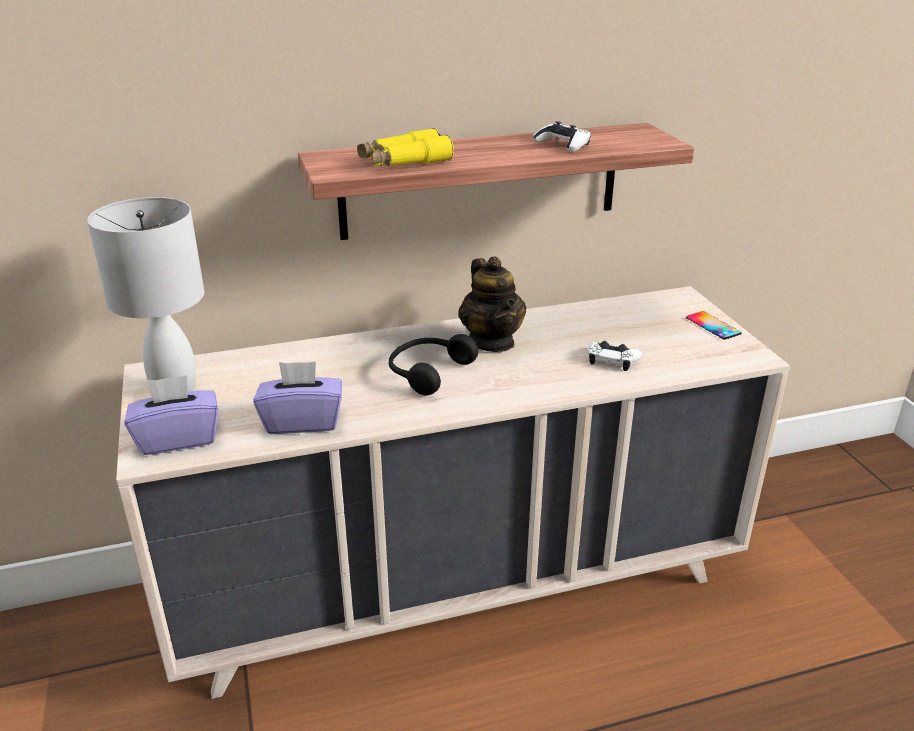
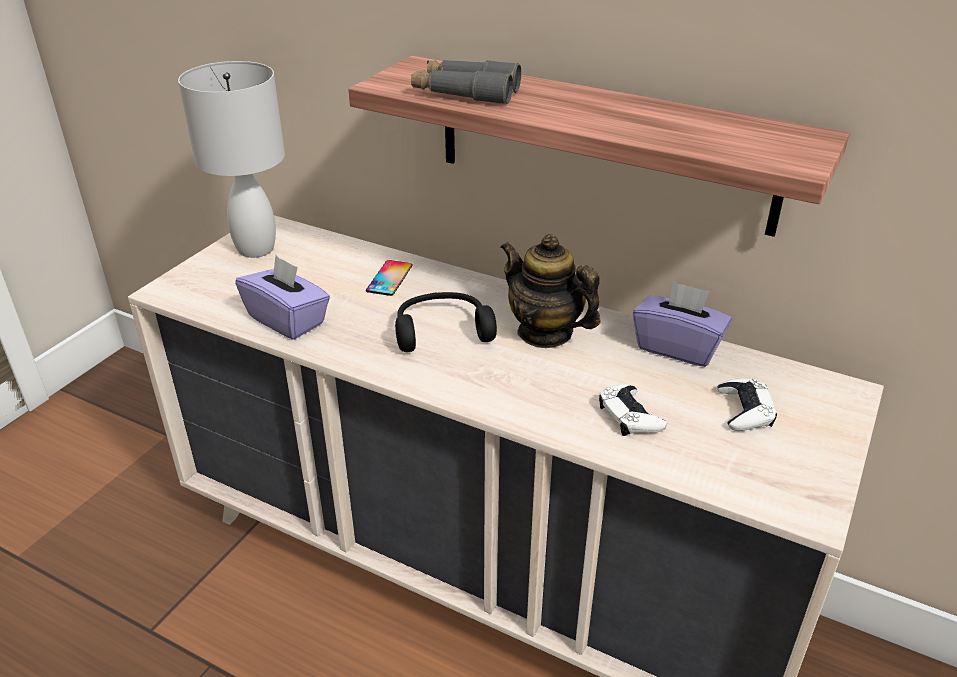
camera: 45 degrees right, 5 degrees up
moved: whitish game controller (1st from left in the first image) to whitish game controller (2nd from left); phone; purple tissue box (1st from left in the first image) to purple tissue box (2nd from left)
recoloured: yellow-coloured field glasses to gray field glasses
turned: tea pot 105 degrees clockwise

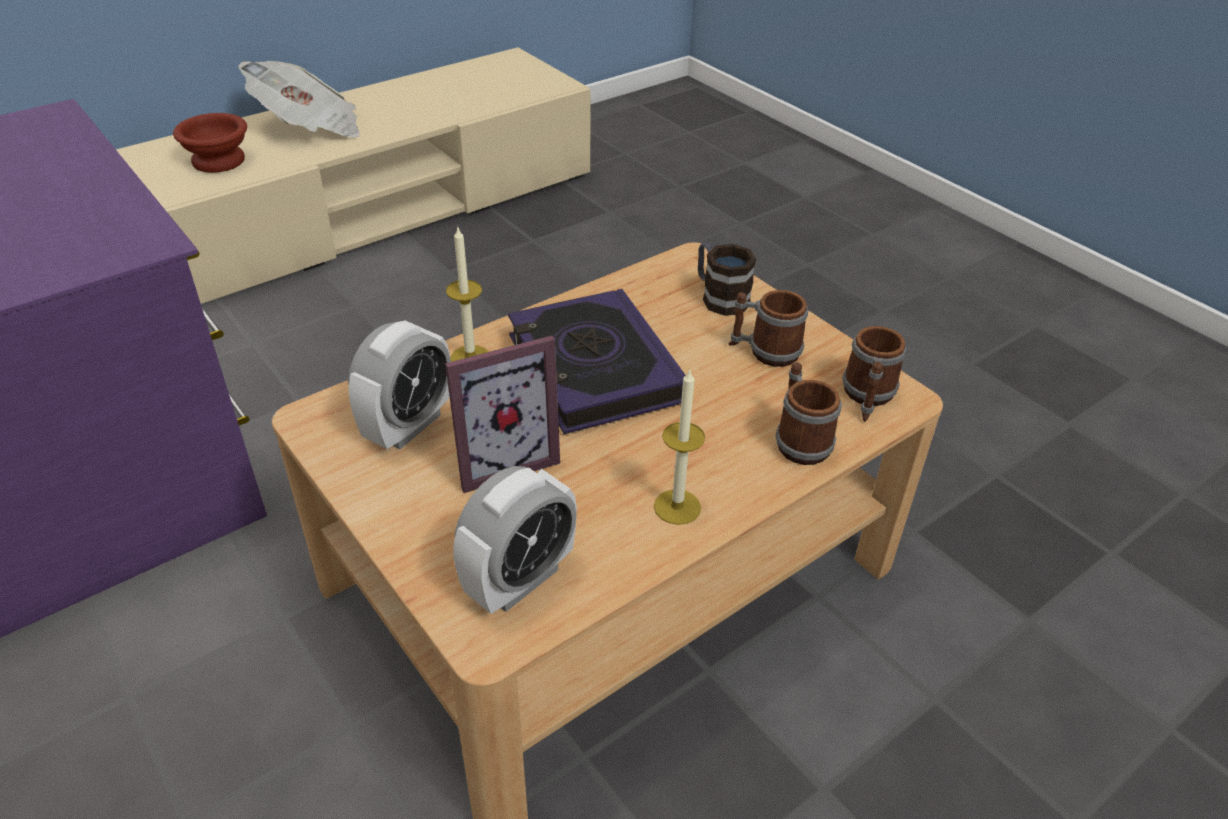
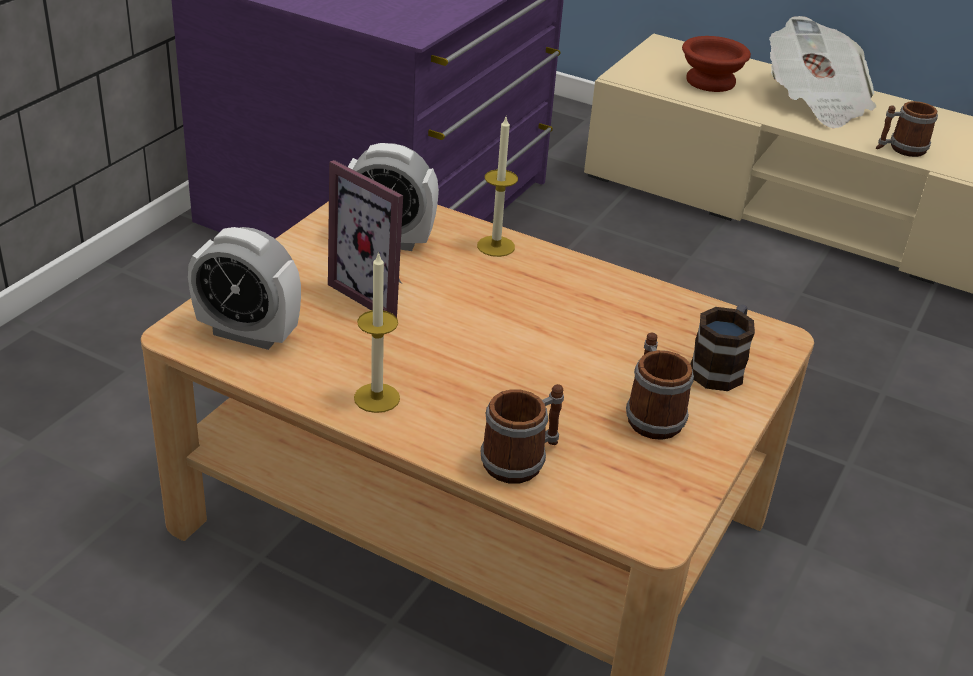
camera: 65 degrees right, 5 degrees down
removed: bound book
moved: tea mug (4th from left)

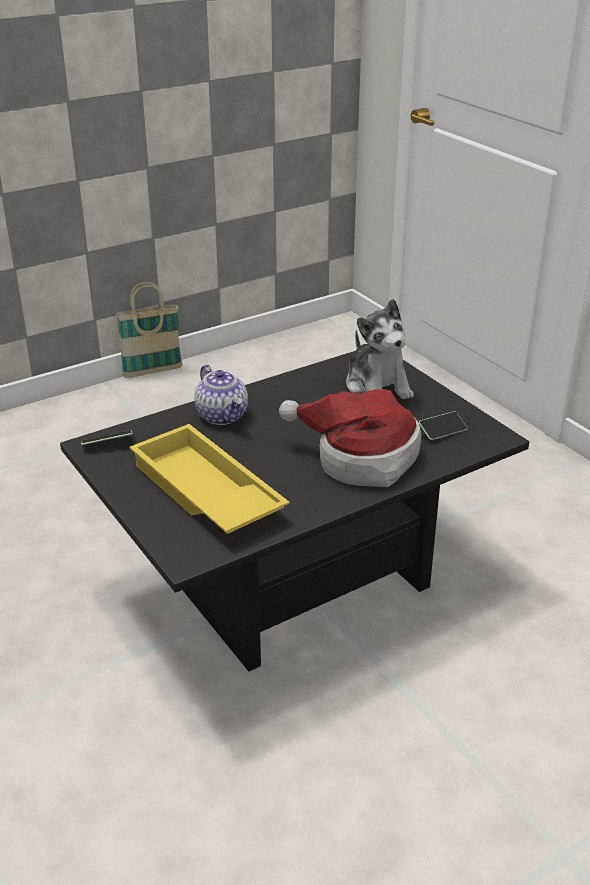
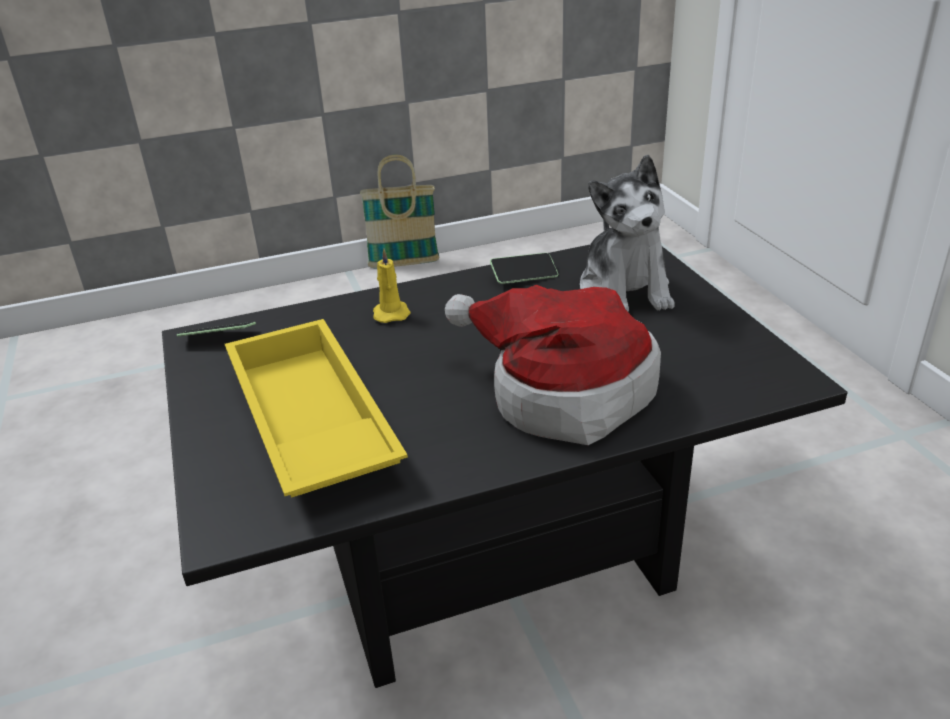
camera: 15 degrees right, 0 degrees up
moved: phone (2nd from left)
replaced: tea pot to yellow-coloured wax candle

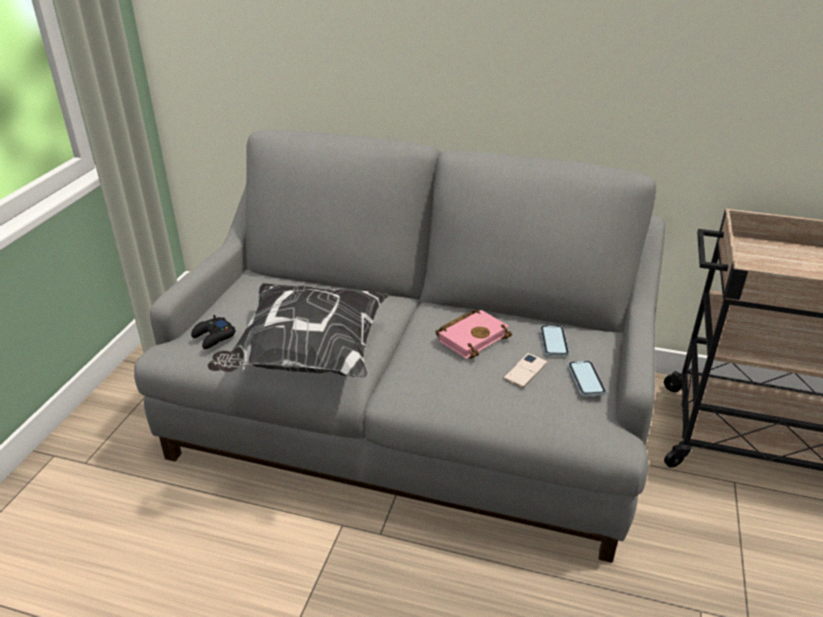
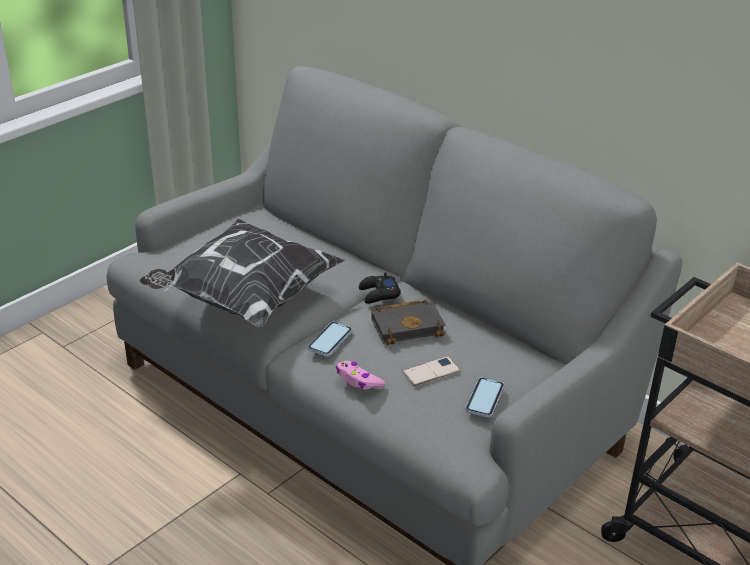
camera: 25 degrees right, 0 degrees up
added: pink-coloured game controller
moved: black-coloured game controller; phone (2nd from left in the first image) to phone (1st from left)
recoloured: pink-coloured bound book to black-coloured bound book

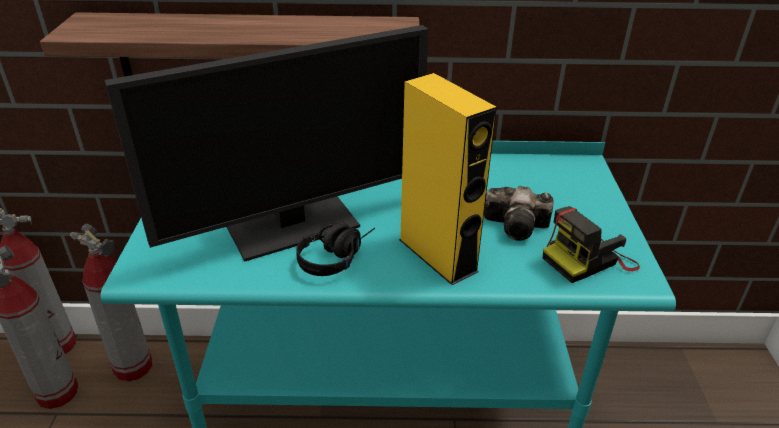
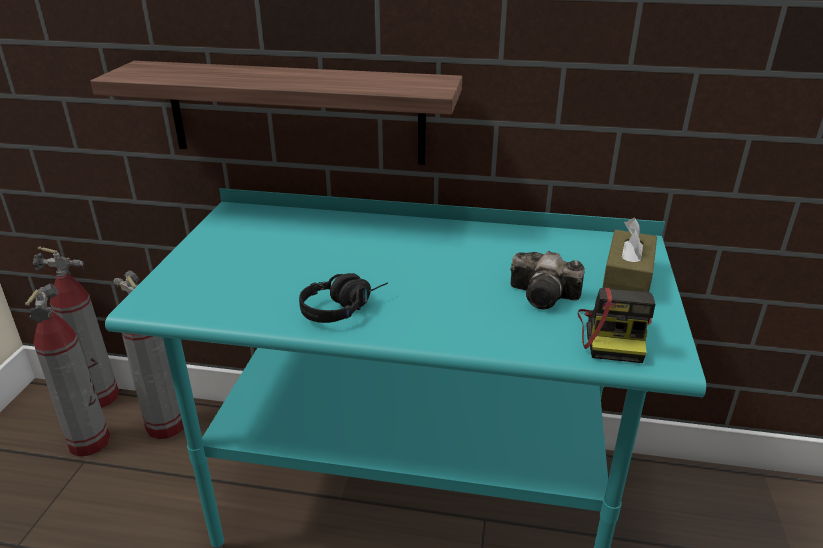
camera: 10 degrees right, 5 degrees down
removed: computer screen; yellow-coloured loudspeaker
added: brown-coloured tissue box
turned: still camera (2nd from left) 60 degrees counterclockwise

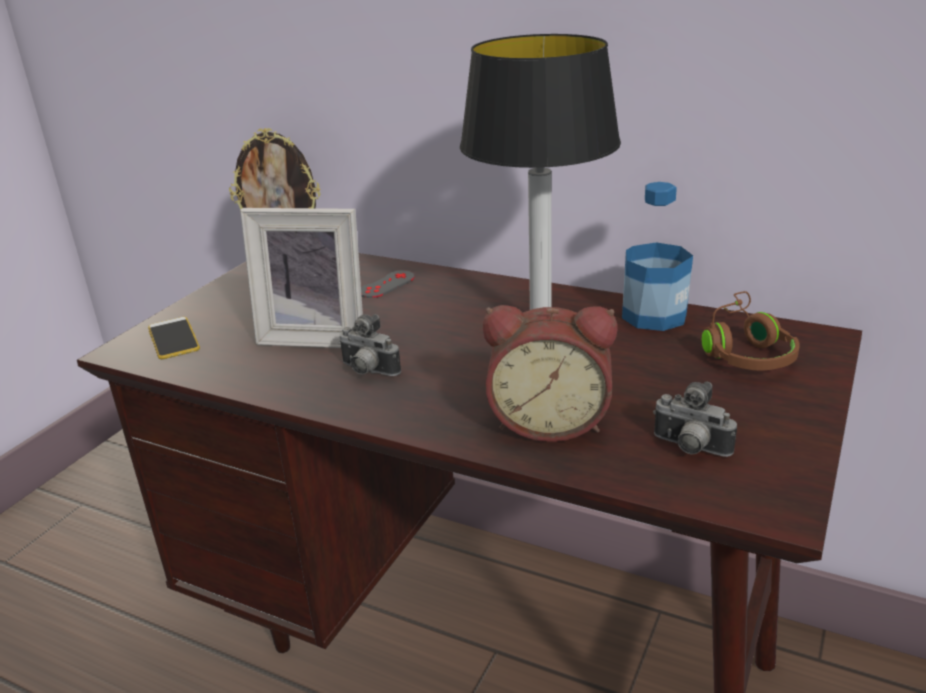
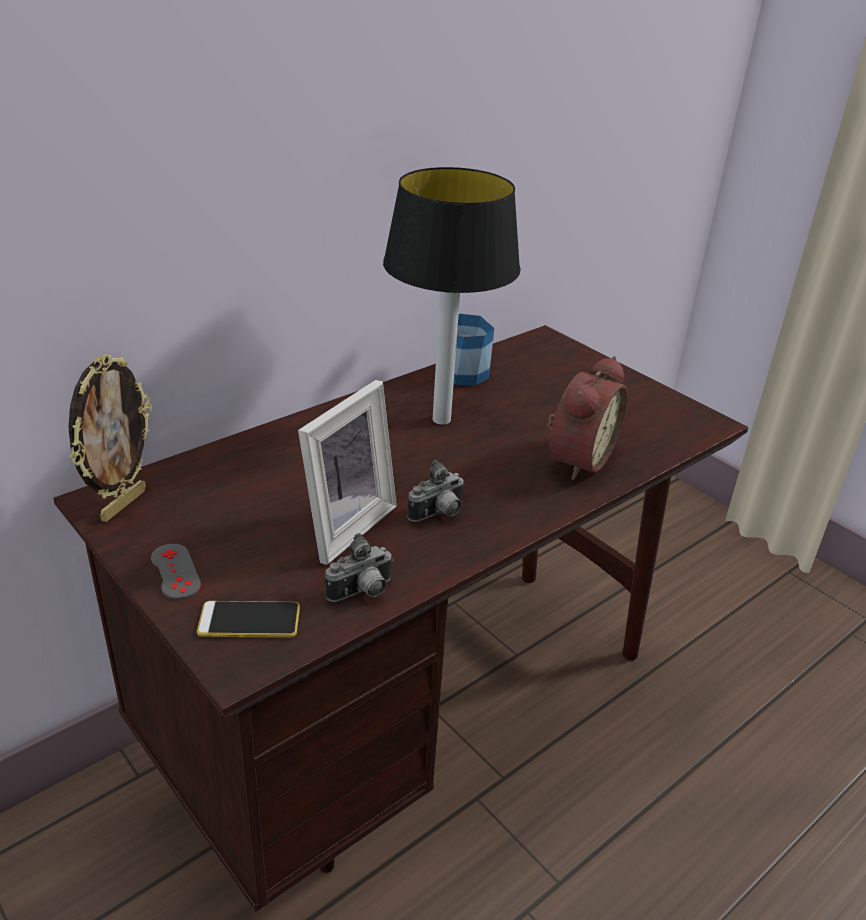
camera: 70 degrees left, 5 degrees up
removed: brown-coloured pair of headphones
moved: gray game controller; still camera (2nd from left in the first image) to still camera (1st from left)

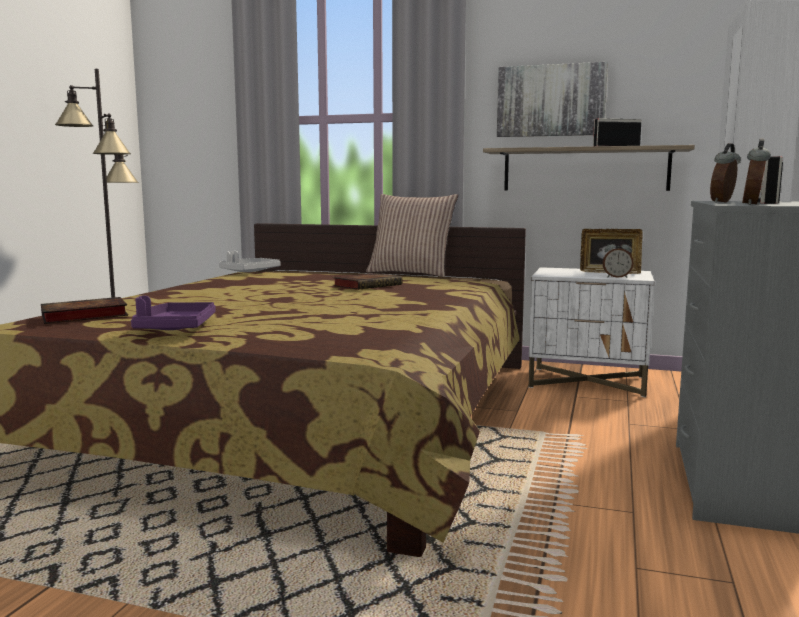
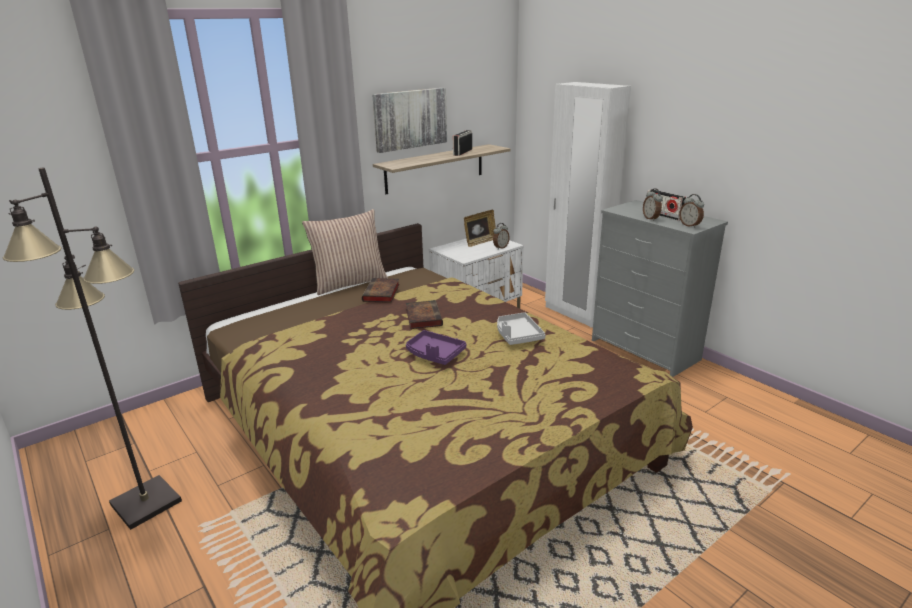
camera: 55 degrees left, 15 degrees up
moved: gray serving tray; purple serving tray; bound book (1st from left)

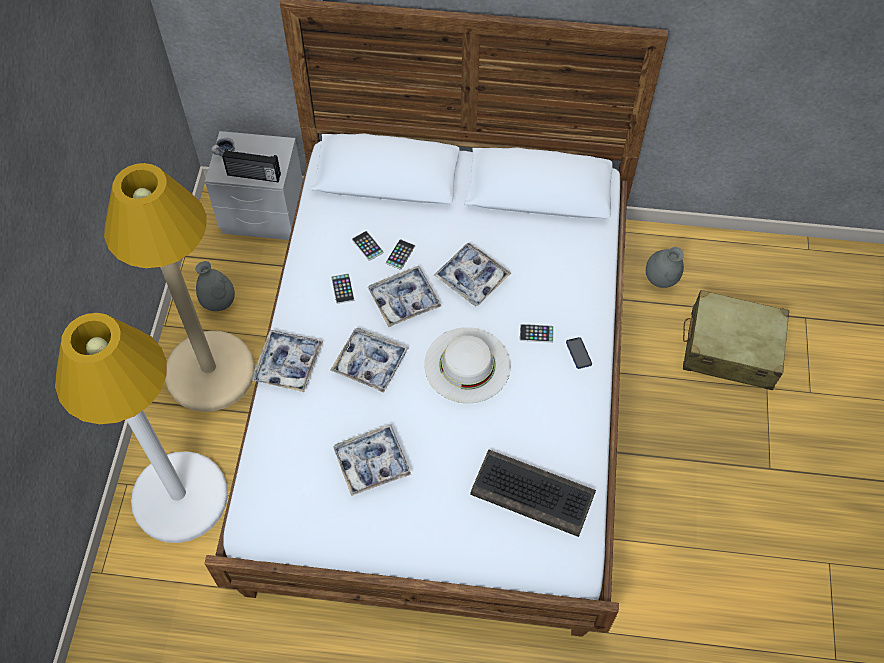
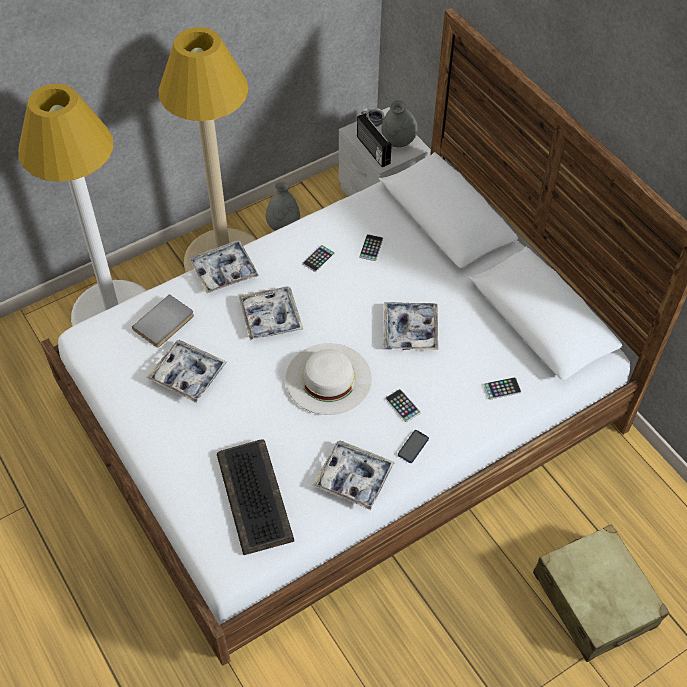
camera: 50 degrees right, 5 degrees down
added: gray bound book
moved: phone (3rd from left in the first image) to phone (5th from left); gray vase (2nd from left); serving tray (4th from left)

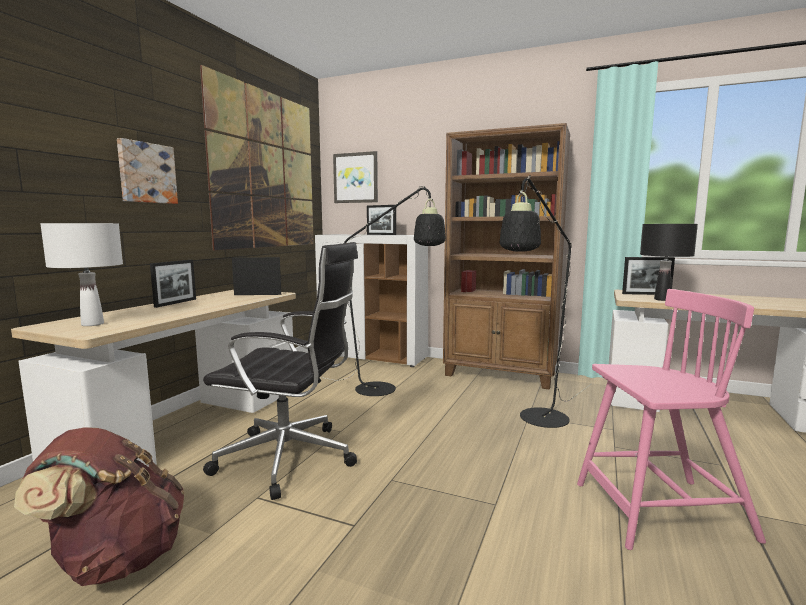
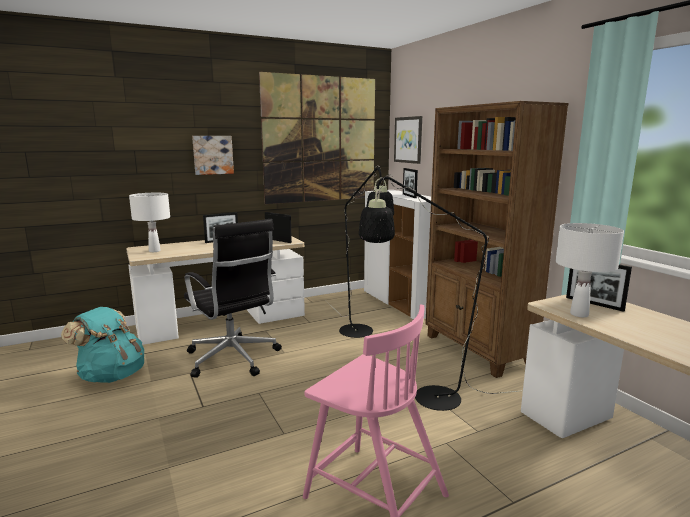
camera: 40 degrees right, 5 degrees up
recoloured: black-coloured table lamp to whitish table lamp (2nd from left); brown-coloured knapsack to blue-green knapsack

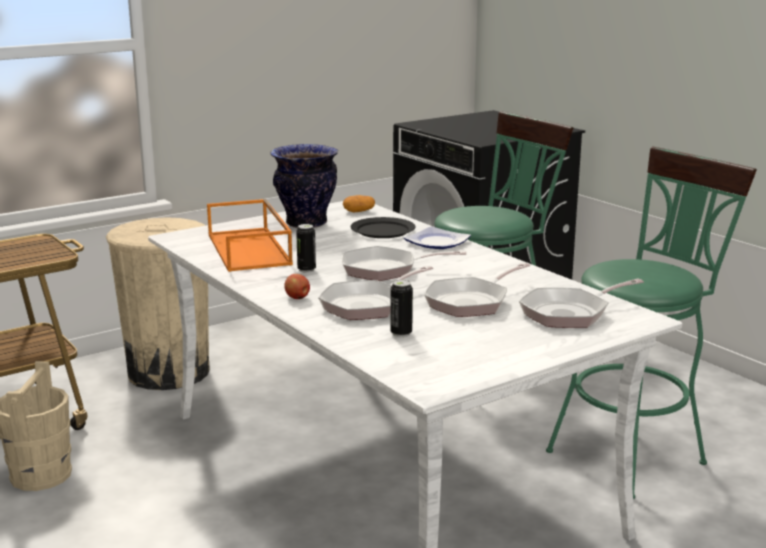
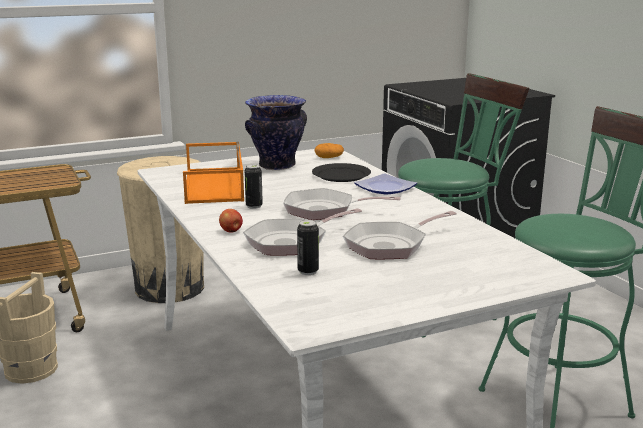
camera: 10 degrees right, 0 degrees up
removed: skillet (4th from left)

